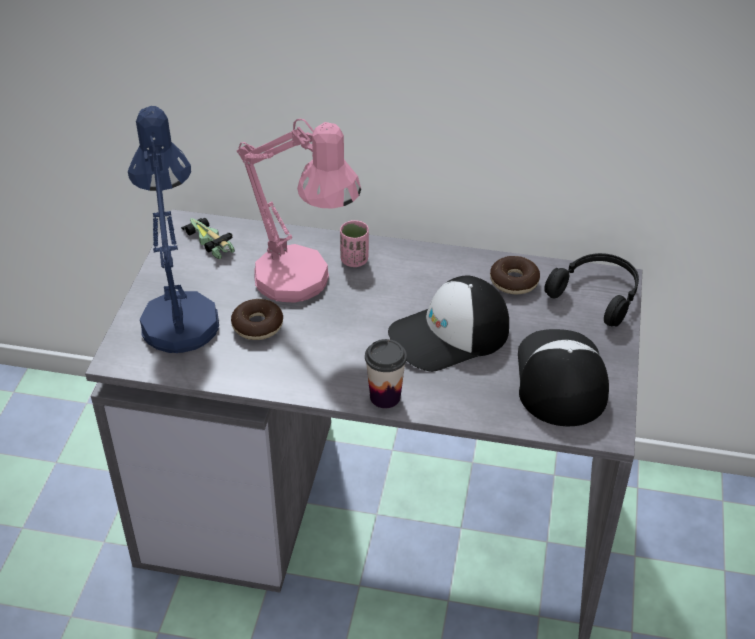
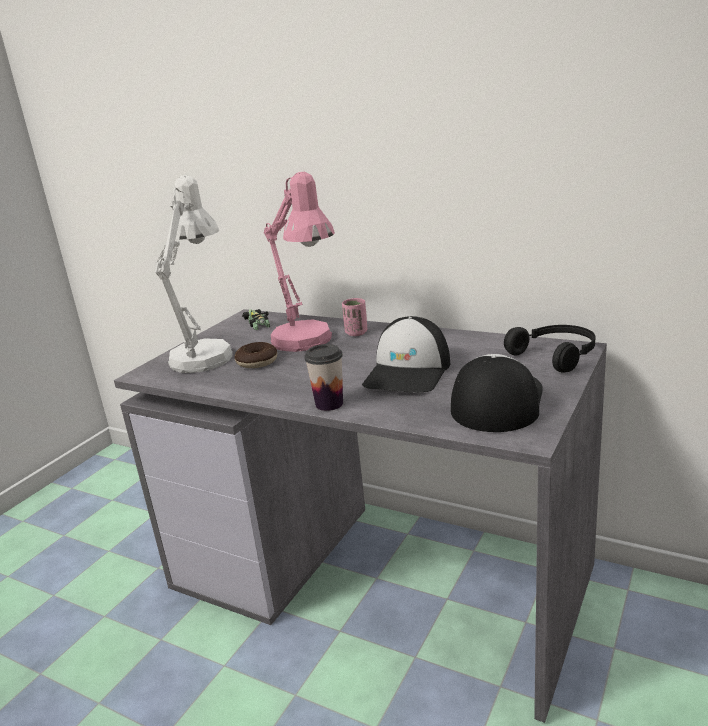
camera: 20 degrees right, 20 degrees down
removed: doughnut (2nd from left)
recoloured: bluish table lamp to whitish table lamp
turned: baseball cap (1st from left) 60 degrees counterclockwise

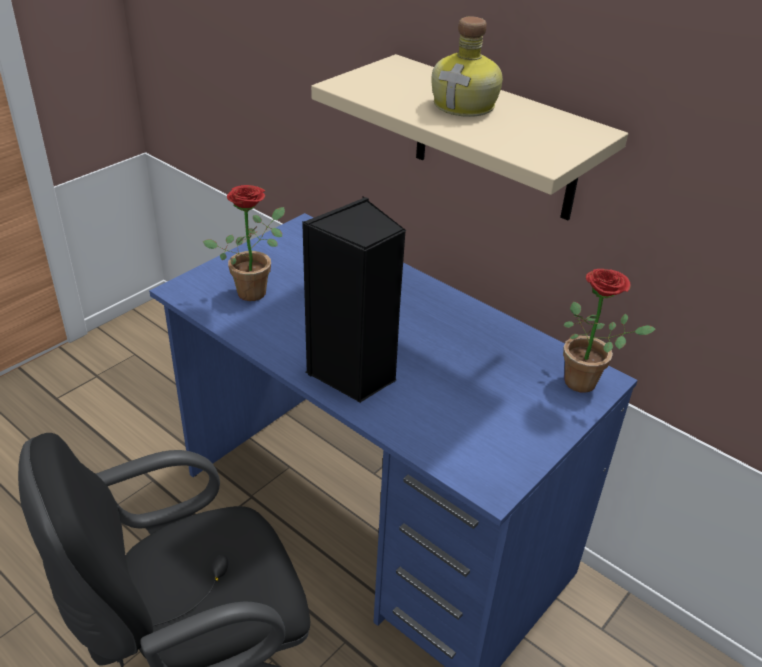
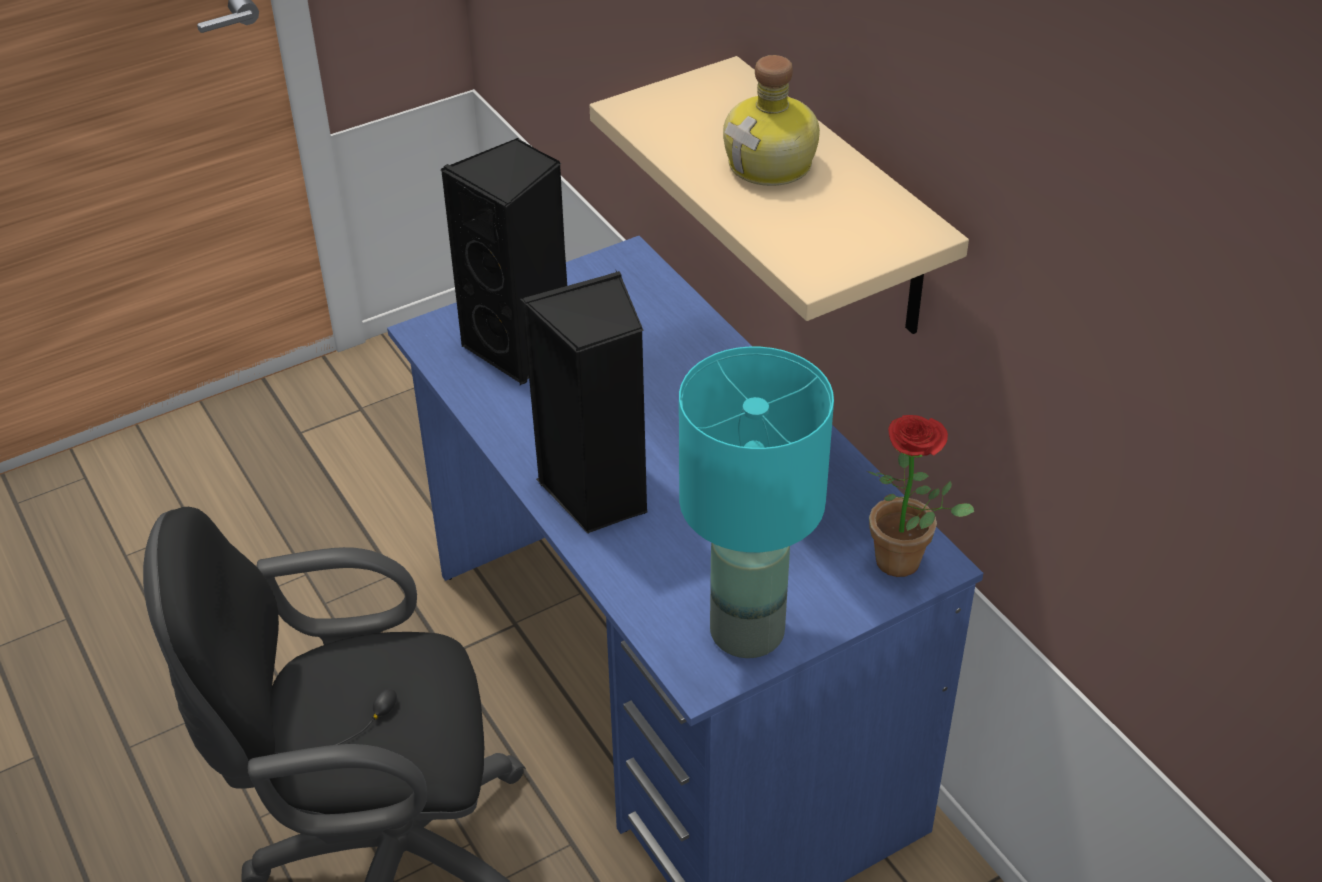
camera: 20 degrees right, 5 degrees up
added: blue-green table lamp
replaced: potted plant (1st from left) to black-coloured loudspeaker (1st from left)

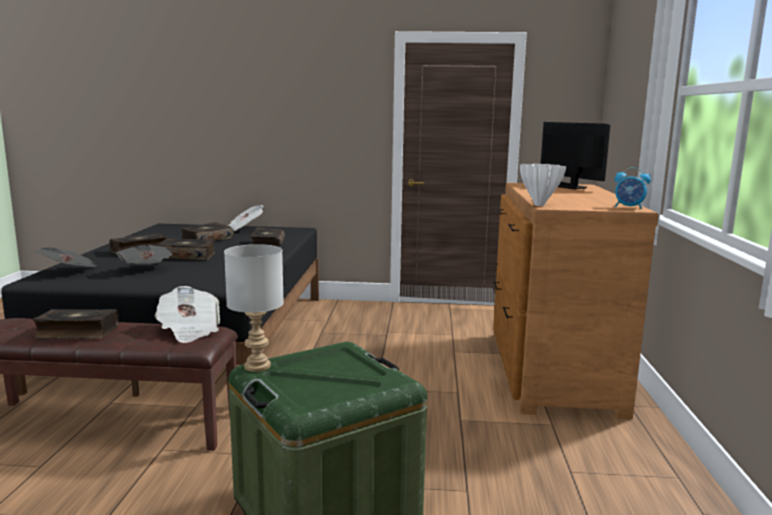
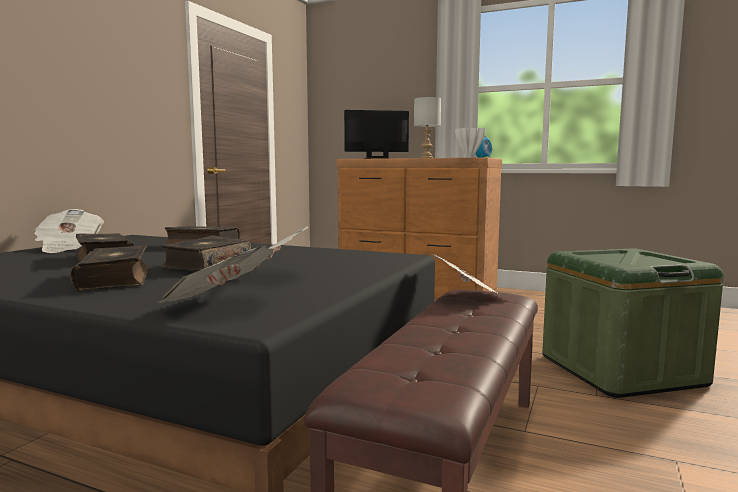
camera: 70 degrees left, 5 degrees down
removed: bound book (1st from left)
moved: gray table lamp

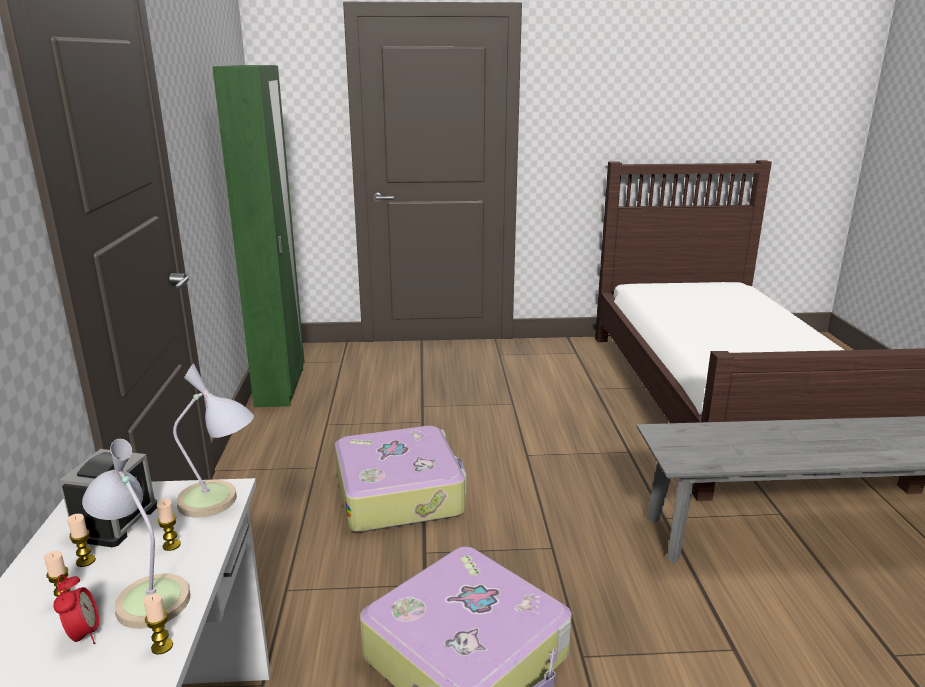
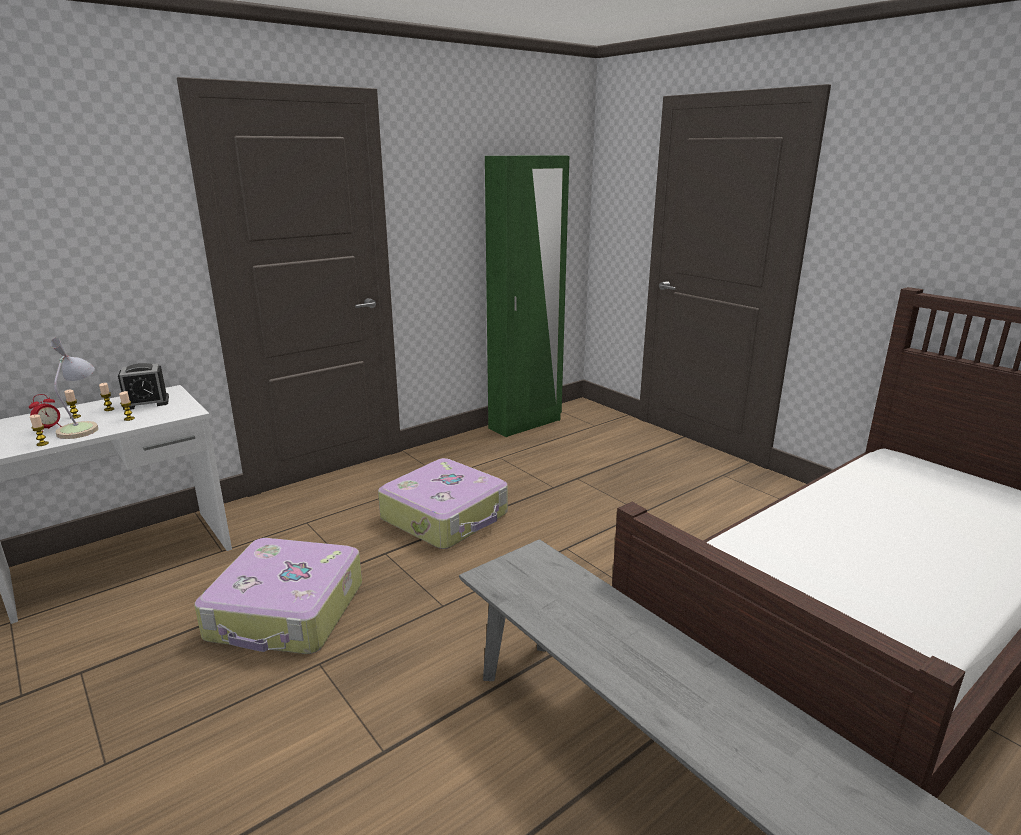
camera: 55 degrees right, 0 degrees up
removed: table lamp (2nd from left)

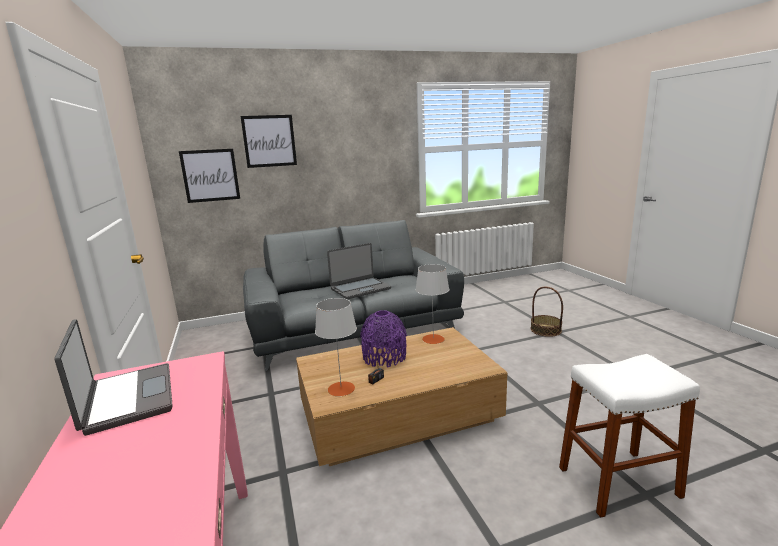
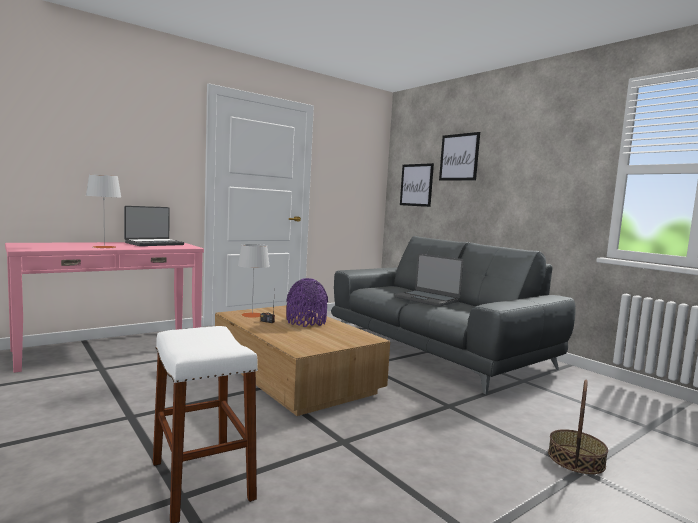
camera: 70 degrees right, 10 degrees down
moved: gray table lamp (2nd from left in the first image) to gray table lamp (1st from left)

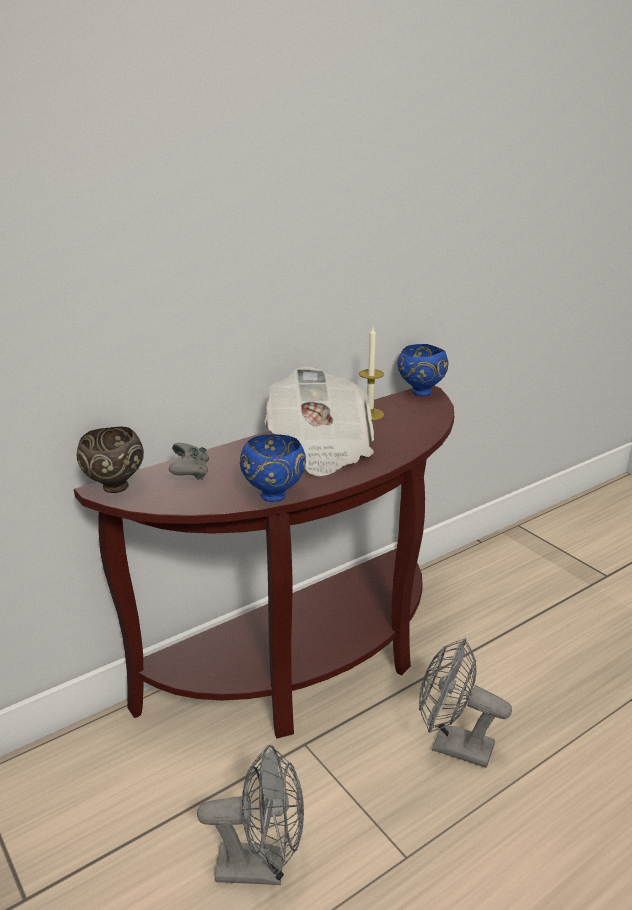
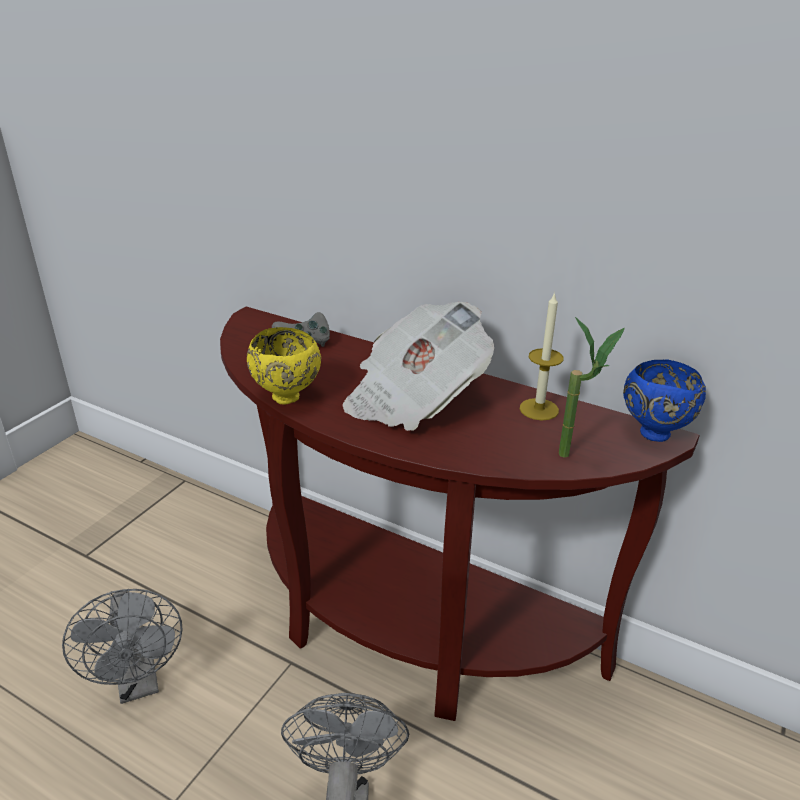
camera: 65 degrees right, 5 degrees up
removed: brown-coloured deep dish
added: potted plant
recoloured: bluish deep dish (1st from left) to yellow-coloured deep dish

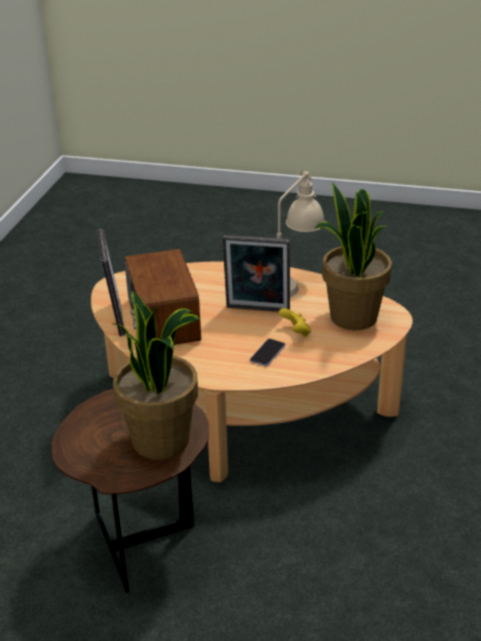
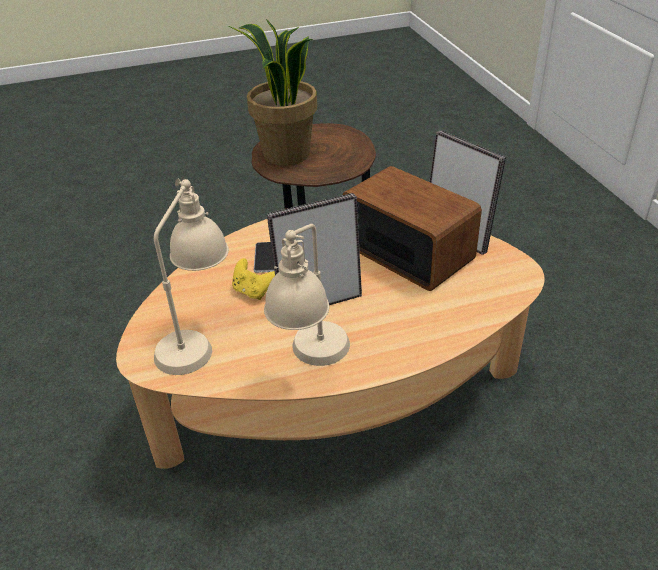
camera: 150 degrees right, 5 degrees up
replaced: potted plant (2nd from left) to beige table lamp (1st from left)

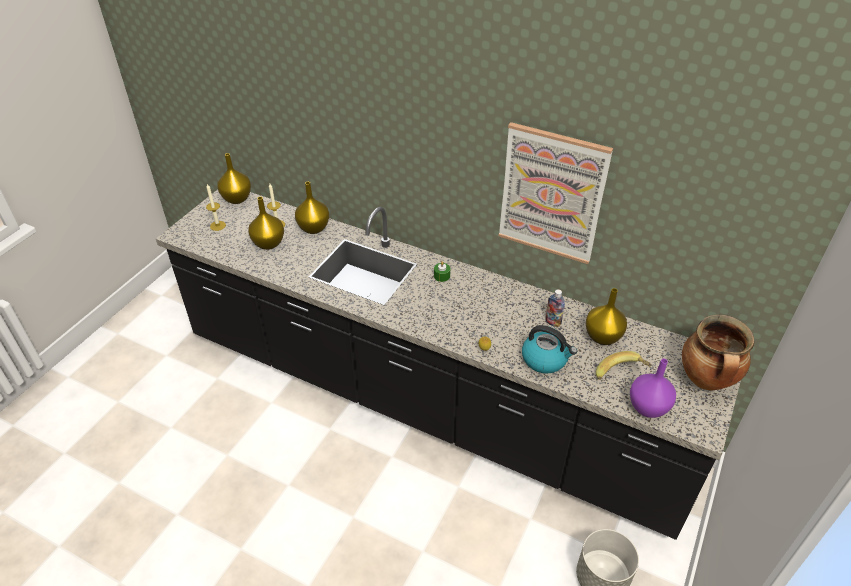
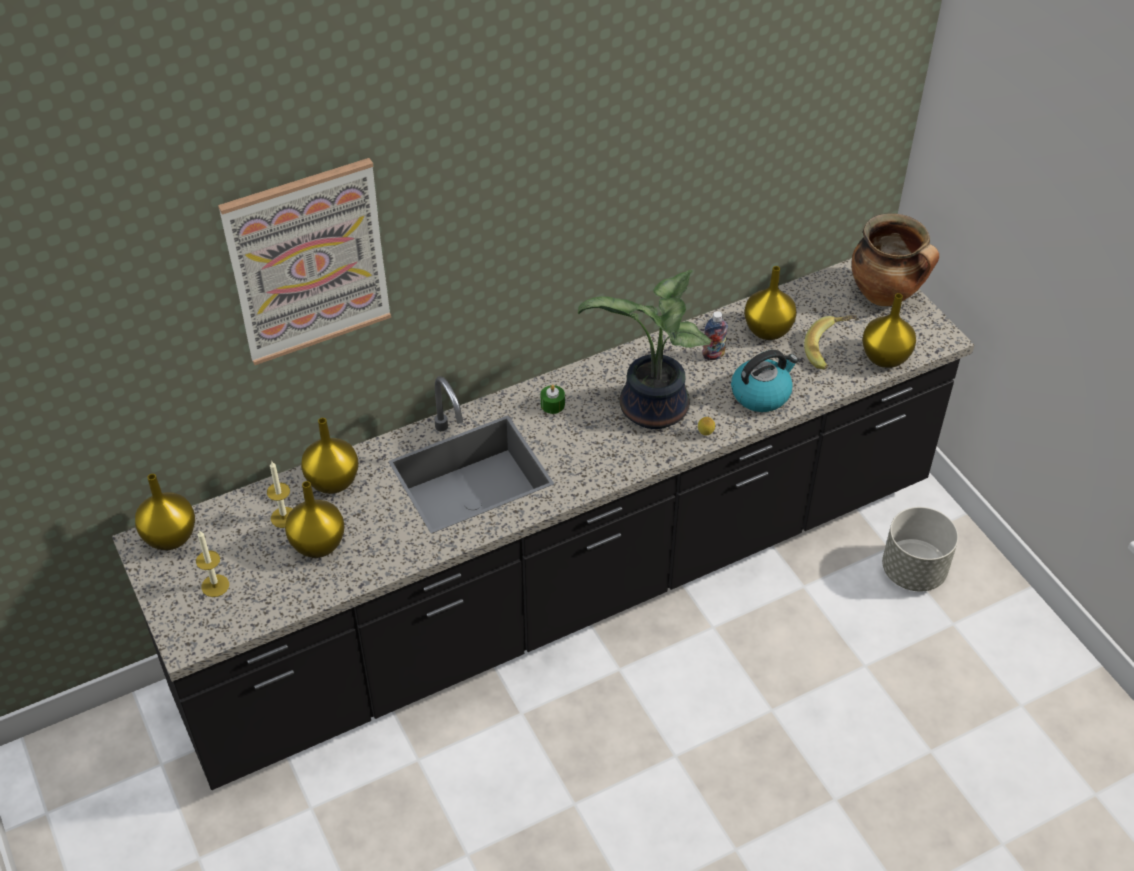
camera: 55 degrees left, 5 degrees up
added: potted plant
moved: picture
recoloured: purple vase to yellow-coloured vase (5th from left)

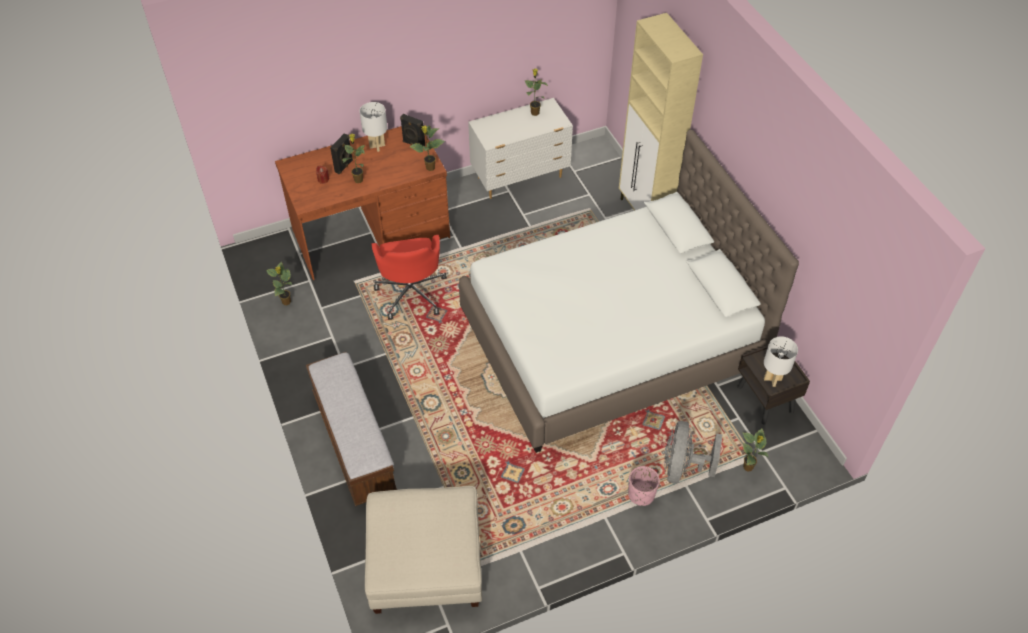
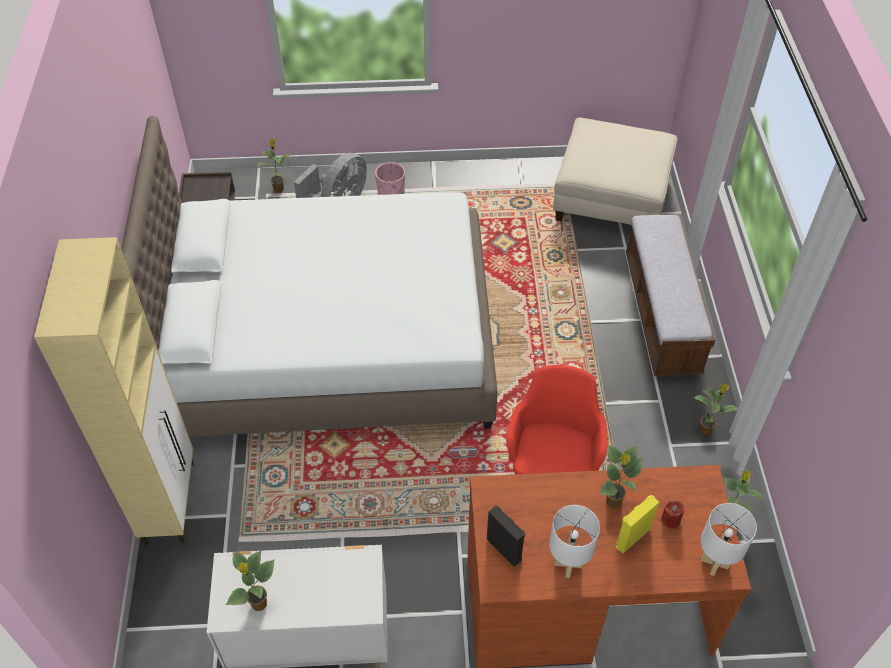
camera: 160 degrees left, 0 degrees up
moved: potted plant (3rd from left in the first image) to potted plant (4th from left); whitish table lamp (2nd from left)
recoloured: black-coloured loudspeaker (1st from left) to yellow-coloured loudspeaker

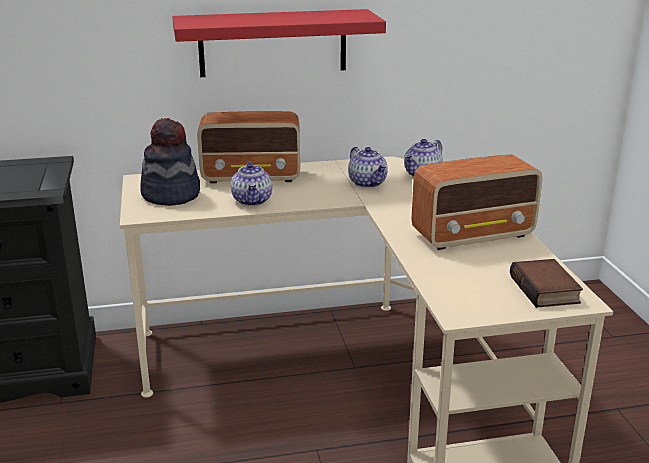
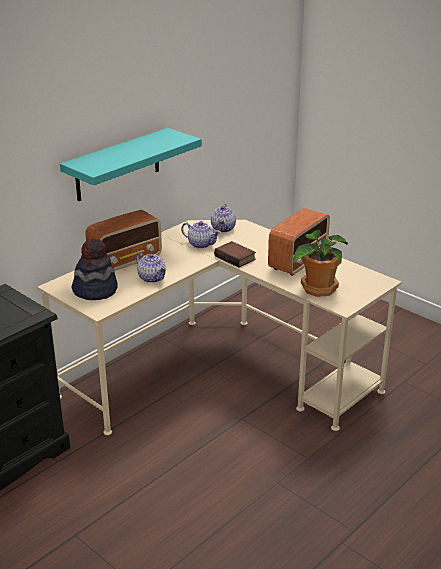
camera: 35 degrees left, 5 degrees up
added: potted plant
moved: bound book
recoloured: red-coloured shelf to blue-green shelf

